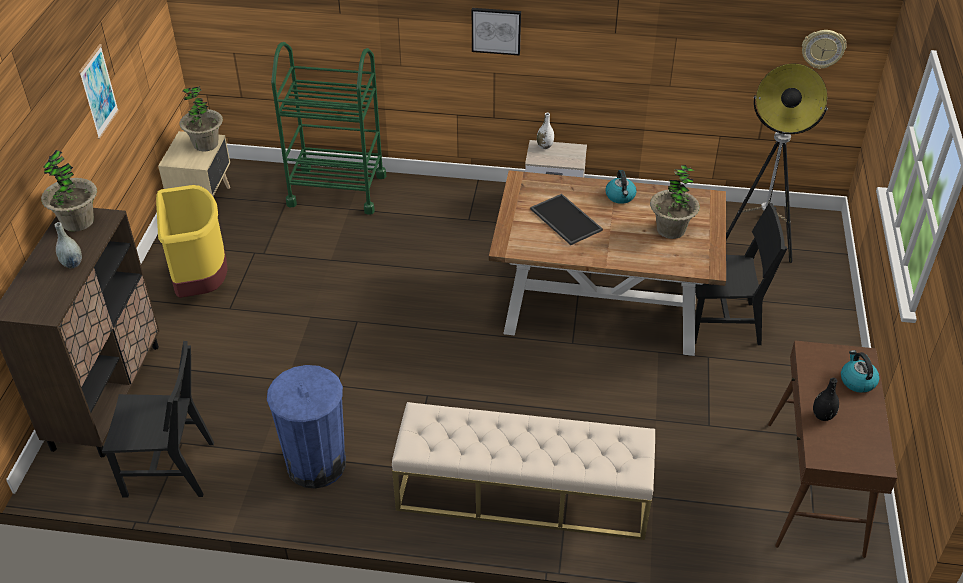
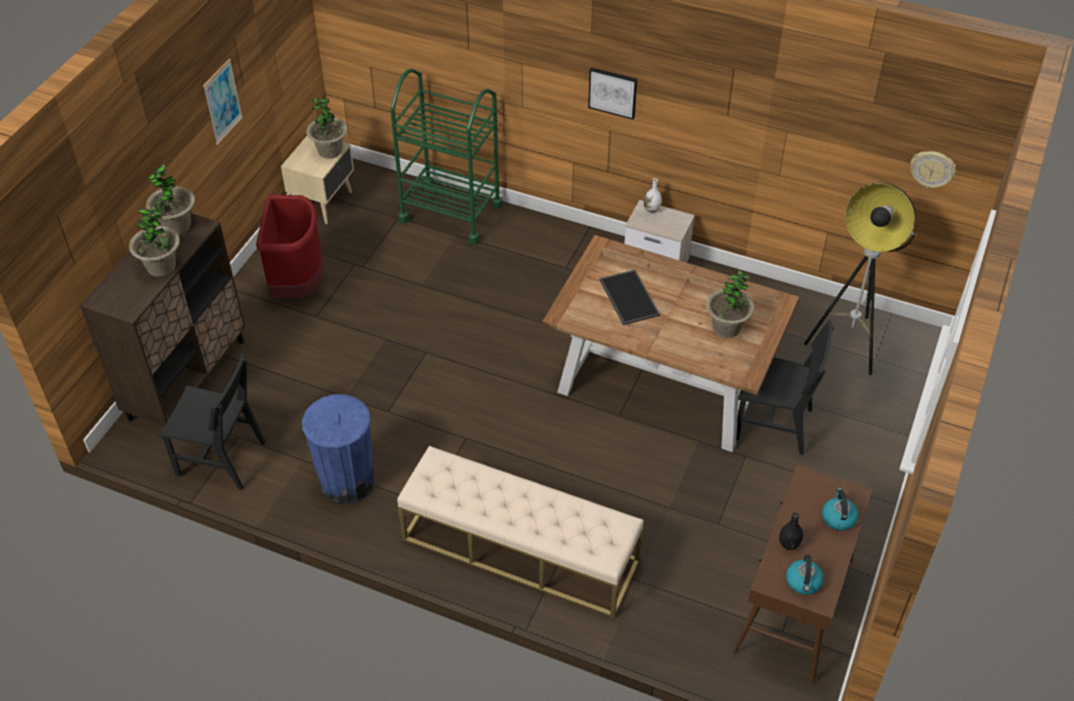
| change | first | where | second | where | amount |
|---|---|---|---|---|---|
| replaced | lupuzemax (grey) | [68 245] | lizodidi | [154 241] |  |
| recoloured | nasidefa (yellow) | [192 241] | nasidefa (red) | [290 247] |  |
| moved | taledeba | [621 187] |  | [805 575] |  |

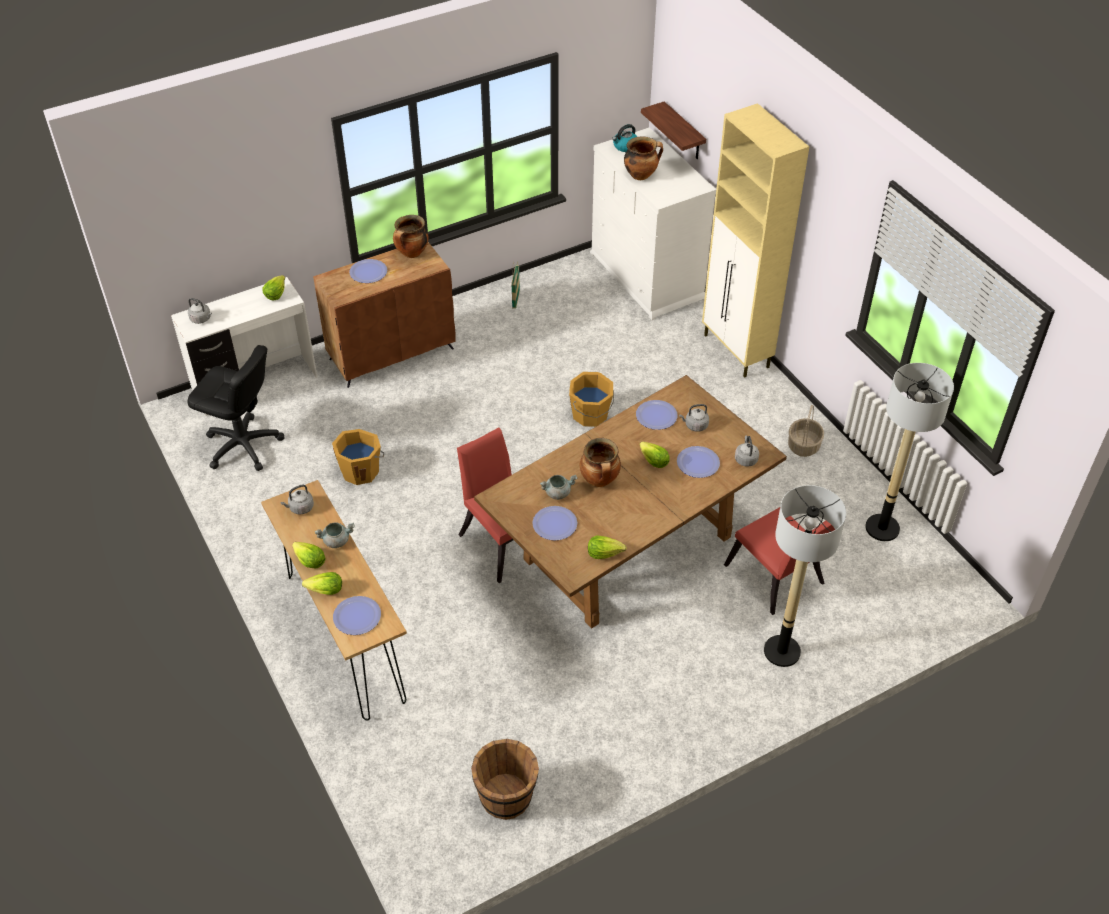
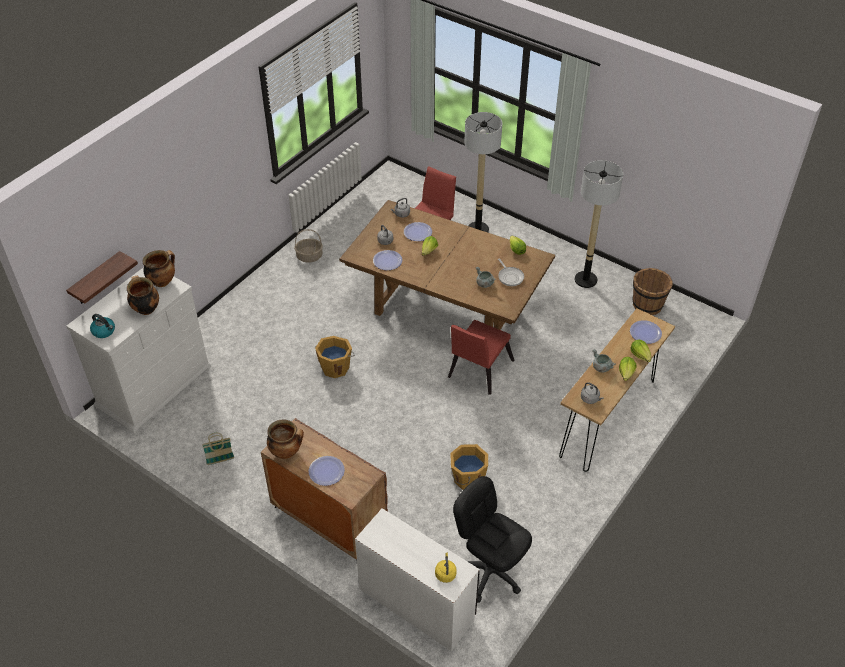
| change | first | where | second | where | amount |
|---|---|---|---|---|---|
| moved | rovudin | [600 462] |  | [159 268] |  |
| recoloured | taledeba (grey) | [200 311] | taledeba (yellow) | [446 568] |  |
| turned | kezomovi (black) | [236 408] |  | [492 539] | 45 degrees counterclockwise |
| replaced | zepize | [554 523] | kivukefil | [511 272] |  |
| moved | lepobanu | [909 452] |  | [599 224] |  |
| removed | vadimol | [273 287] |  |  |  |
| removed | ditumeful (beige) | [756 240] |  |  |  |

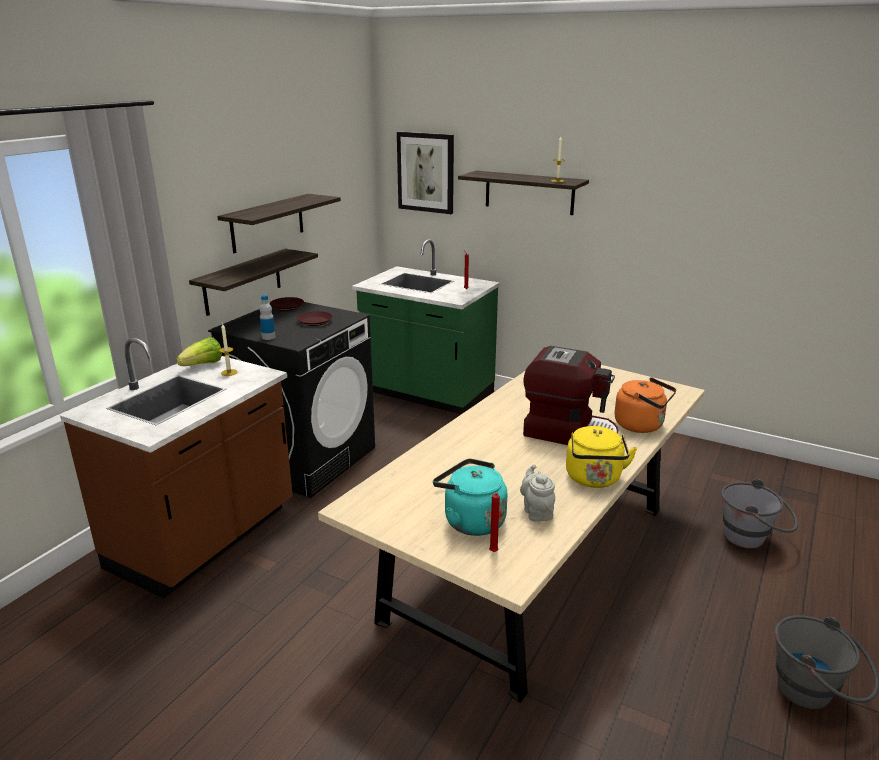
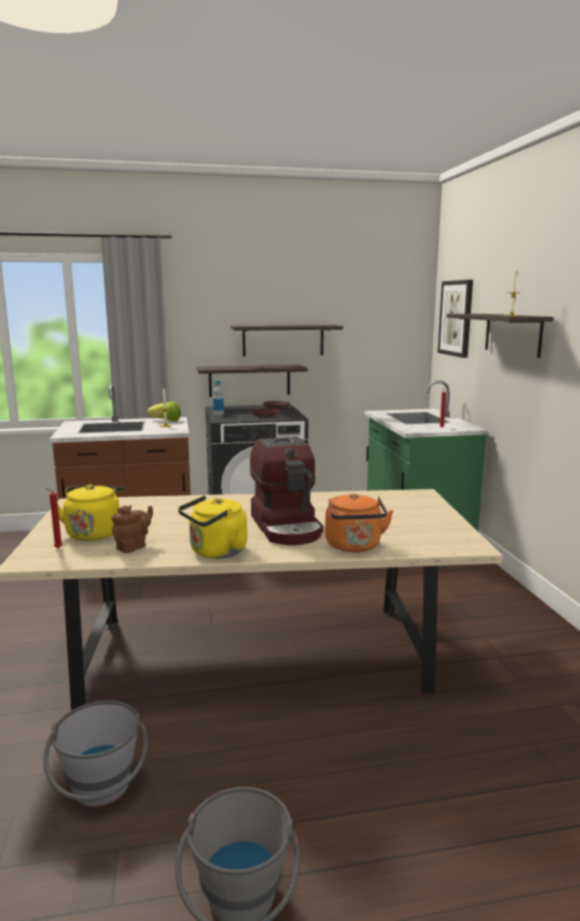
| change | first | where | second | where | amount |
|---|---|---|---|---|---|
| moved | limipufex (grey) | [759 514] |  | [95 753] |  |
| recoloured | taledeba (turquoise) | [470 497] | taledeba (yellow) | [91 512] |  |
| recoloured | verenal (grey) | [537 493] | verenal (brown) | [132 529] |  |

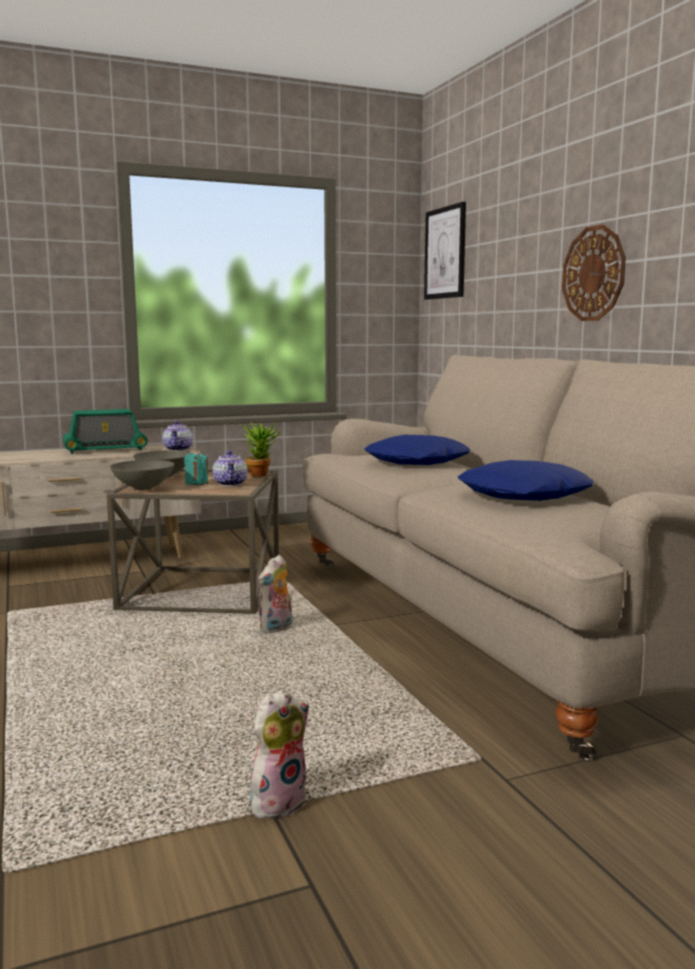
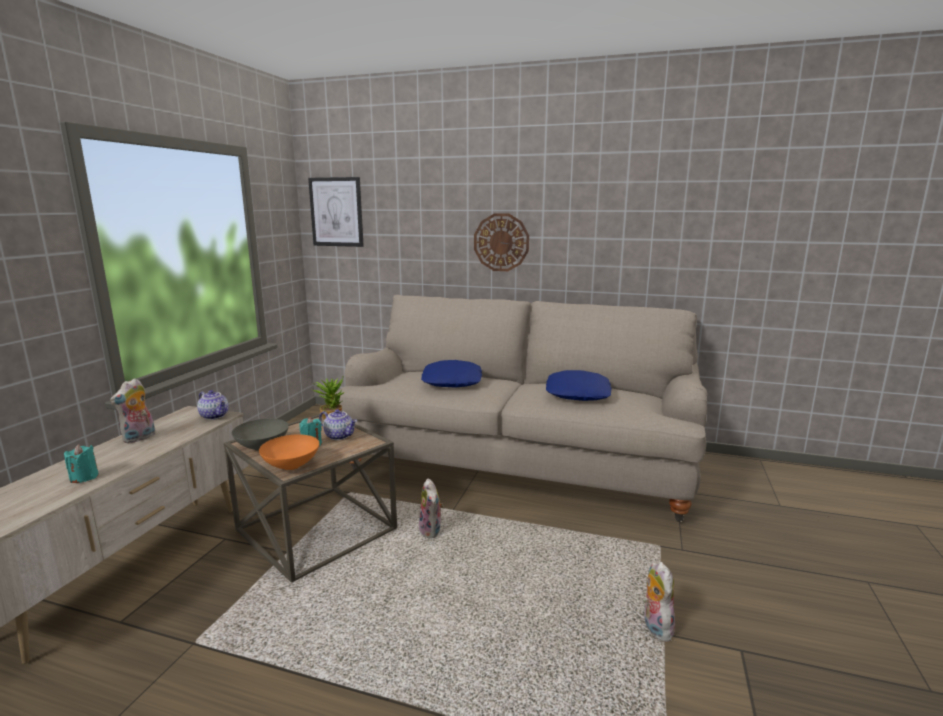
| change | first | where | second | where | amount |
|---|---|---|---|---|---|
| added |  |  | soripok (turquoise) | [81 463] |  |
| replaced | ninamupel | [105 431] | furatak | [132 410] |  |
| recoloured | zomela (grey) | [142 475] | zomela (orange) | [289 452] |  |

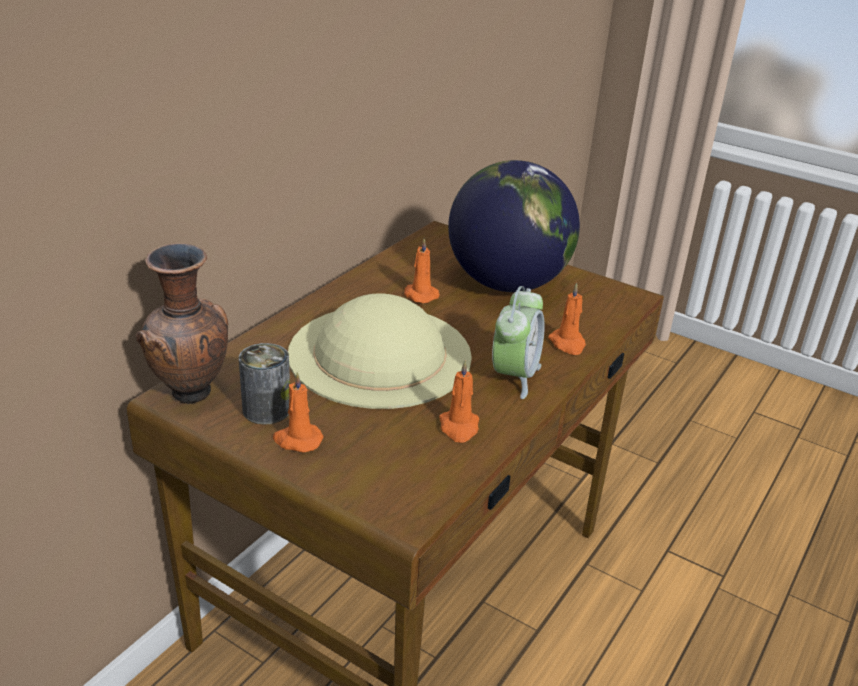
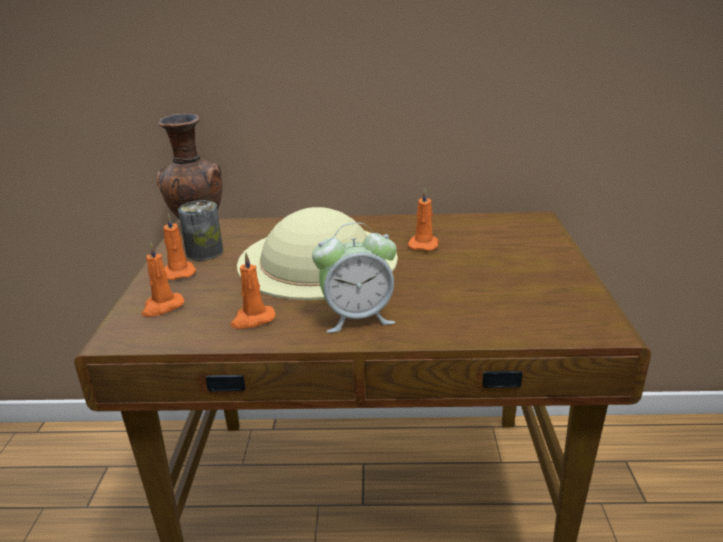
| change | first | where | second | where | amount |
|---|---|---|---|---|---|
| moved | soripok (orange) | [567 319] |  | [163 279] |  |
| removed | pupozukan | [514 226] |  |  |  |

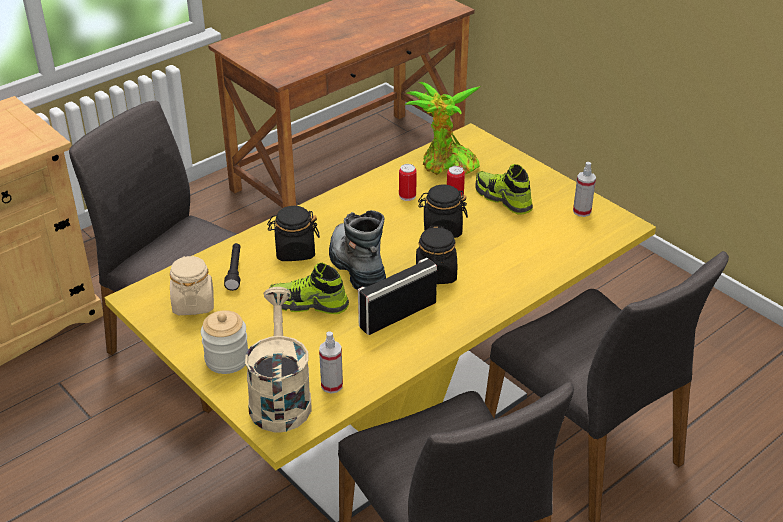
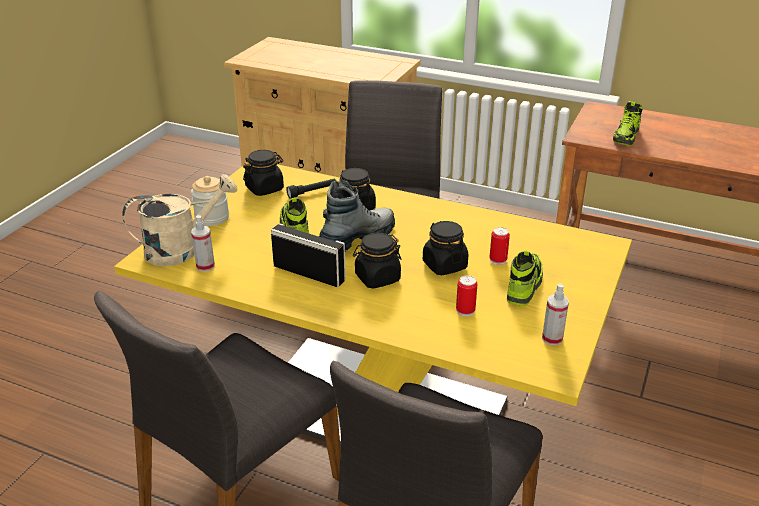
| change | first | where | second | where | amount |
|---|---|---|---|---|---|
| recoloured | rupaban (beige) | [192 285] | rupaban (black) | [263 173] |  |
| moved | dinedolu | [408 182] |  | [466 296] |  |
| added |  |  | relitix | [628 123] |  |
| removed | lizodidi | [442 128] |  |  |  |

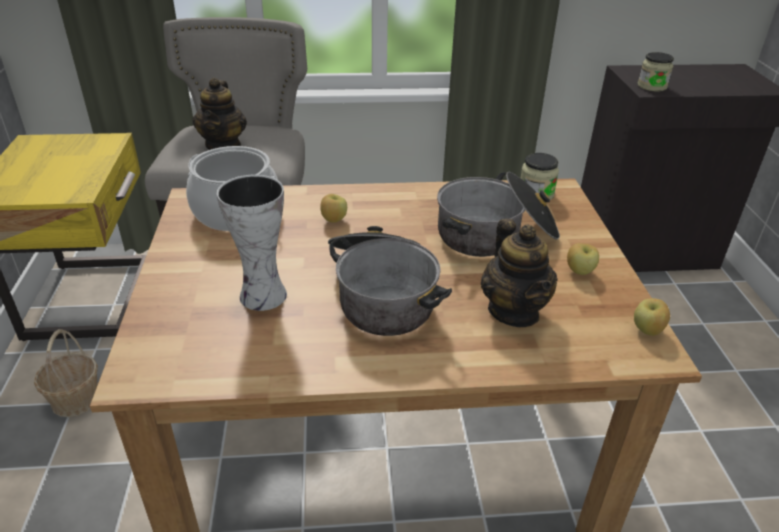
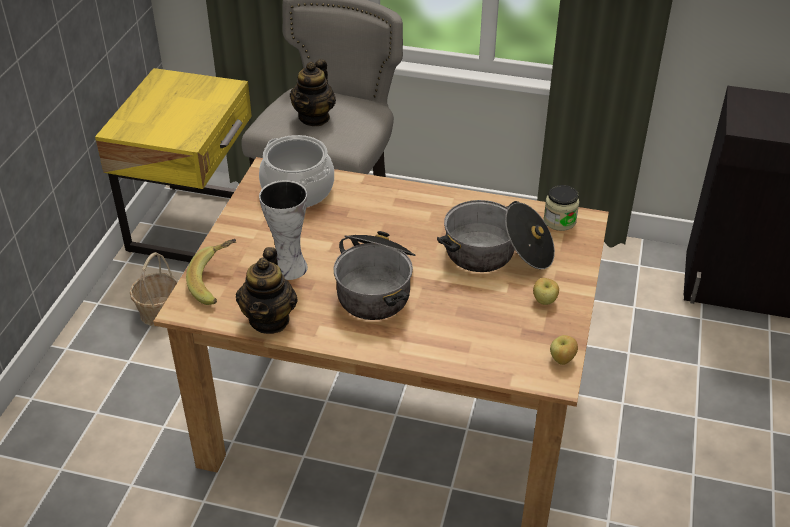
| change | first | where | second | where | amount |
|---|---|---|---|---|---|
| added |  |  | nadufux | [211 272] |  |
| moved | verenal | [519 273] |  | [266 290] |  |
| removed | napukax | [333 208] |  |  |  |
| removed | rupaban | [656 71] |  |  |  |

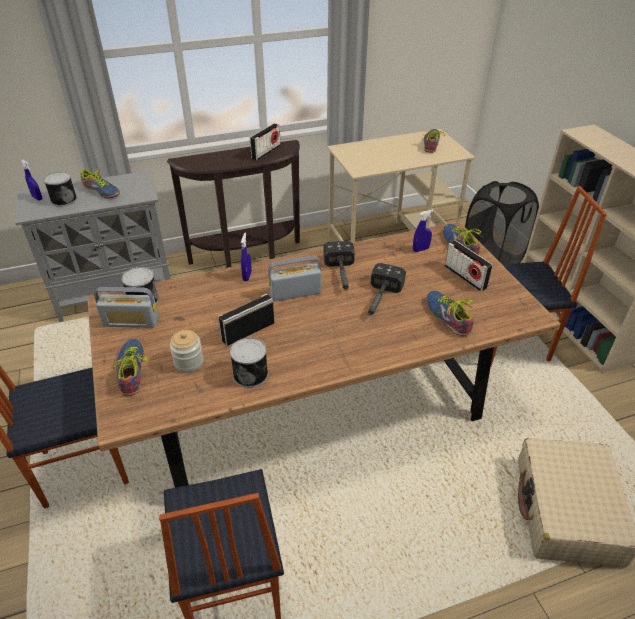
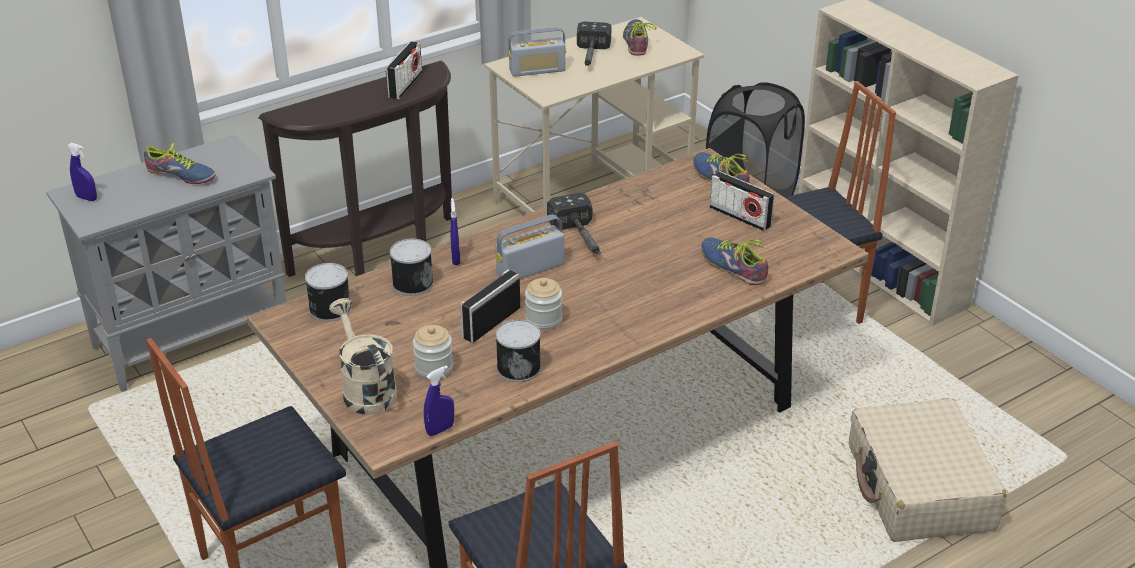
| change | first | where | second | where | amount |
|---|---|---|---|---|---|
| replaced | relitix | [129 367] | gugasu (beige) | [363 356] |  |
| moved | dinedolu | [60 189] |  | [411 267] |  |
| moved | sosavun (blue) | [423 231] |  | [439 400] |  |
| moved | ninamupel | [126 307] |  | [537 52] |  |
| added |  |  | rupaban | [543 304] |  |
| moved | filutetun | [387 289] |  | [594 44] |  |

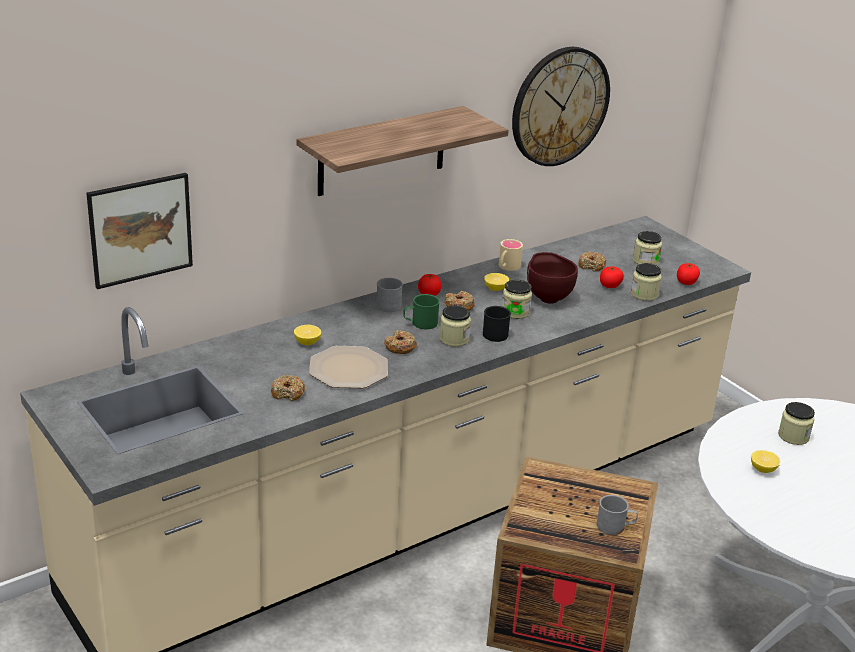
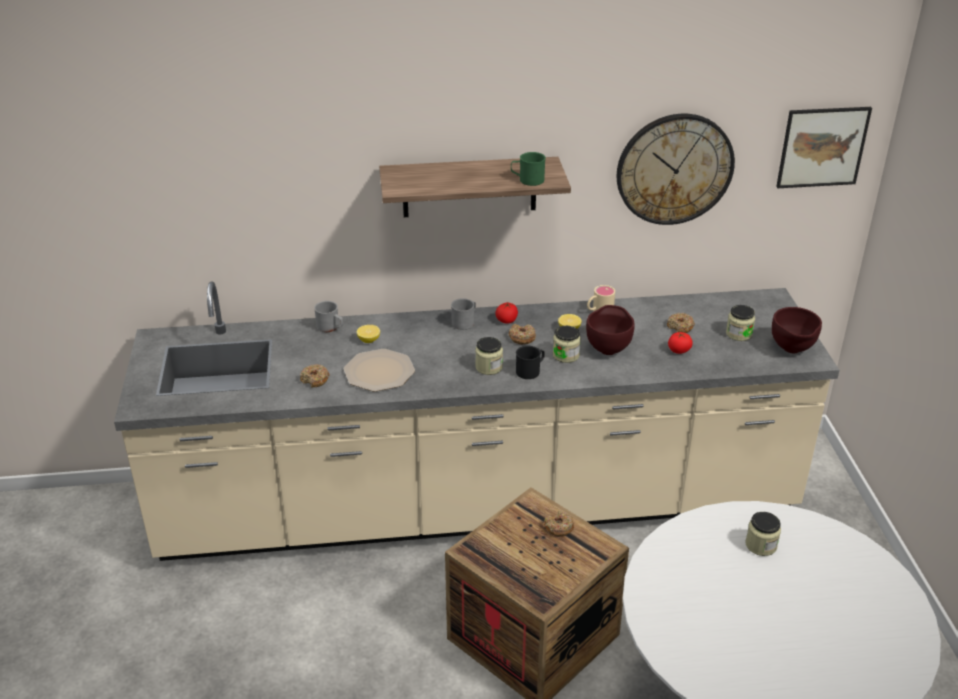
| change | first | where | second | where | amount |
|---|---|---|---|---|---|
| moved | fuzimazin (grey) | [617 515] |  | [328 316] |  |
| moved | fuzimazin (green) | [421 311] |  | [528 169] |  |
| moved | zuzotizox | [400 342] |  | [559 523] |  |
| added |  |  | zomela (brown) | [797 330] |  |
| moved | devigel | [139 231] |  | [824 147] |  |
| removed | rupaban | [646 282] |  |  |  |
| removed | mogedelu | [688 274] |  |  |  |
| removed | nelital | [765 461] |  |  |  |

